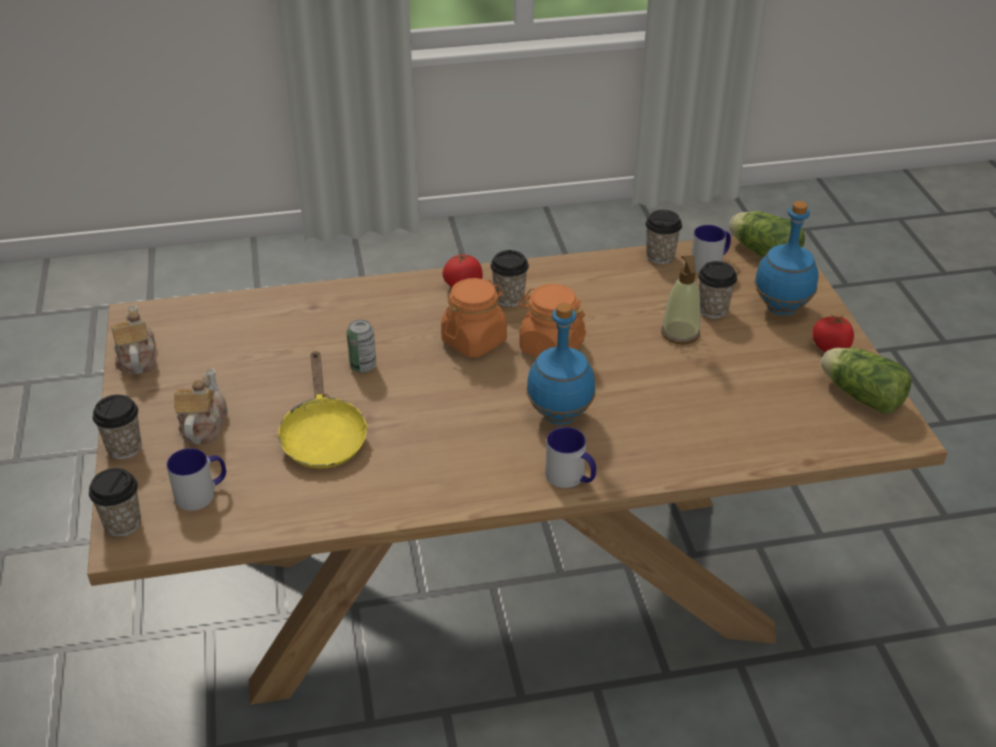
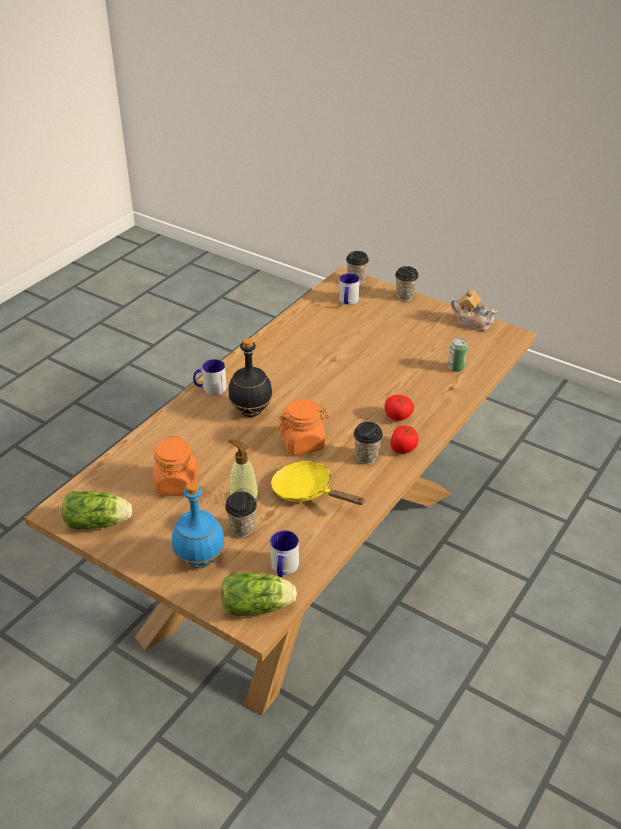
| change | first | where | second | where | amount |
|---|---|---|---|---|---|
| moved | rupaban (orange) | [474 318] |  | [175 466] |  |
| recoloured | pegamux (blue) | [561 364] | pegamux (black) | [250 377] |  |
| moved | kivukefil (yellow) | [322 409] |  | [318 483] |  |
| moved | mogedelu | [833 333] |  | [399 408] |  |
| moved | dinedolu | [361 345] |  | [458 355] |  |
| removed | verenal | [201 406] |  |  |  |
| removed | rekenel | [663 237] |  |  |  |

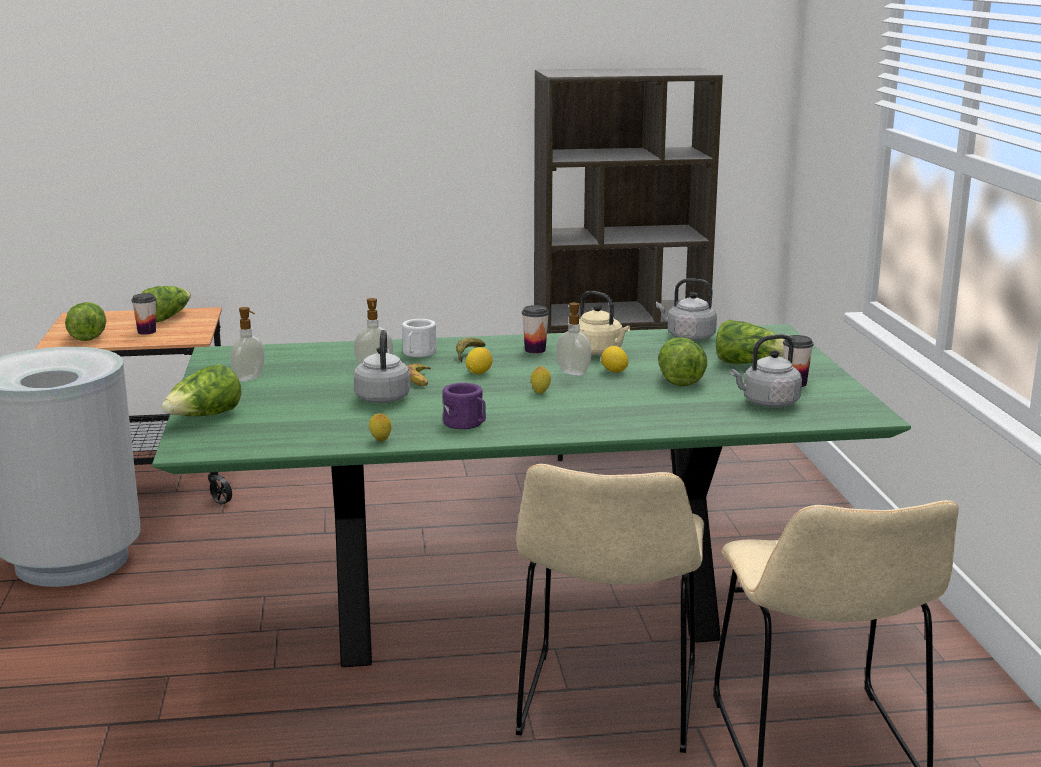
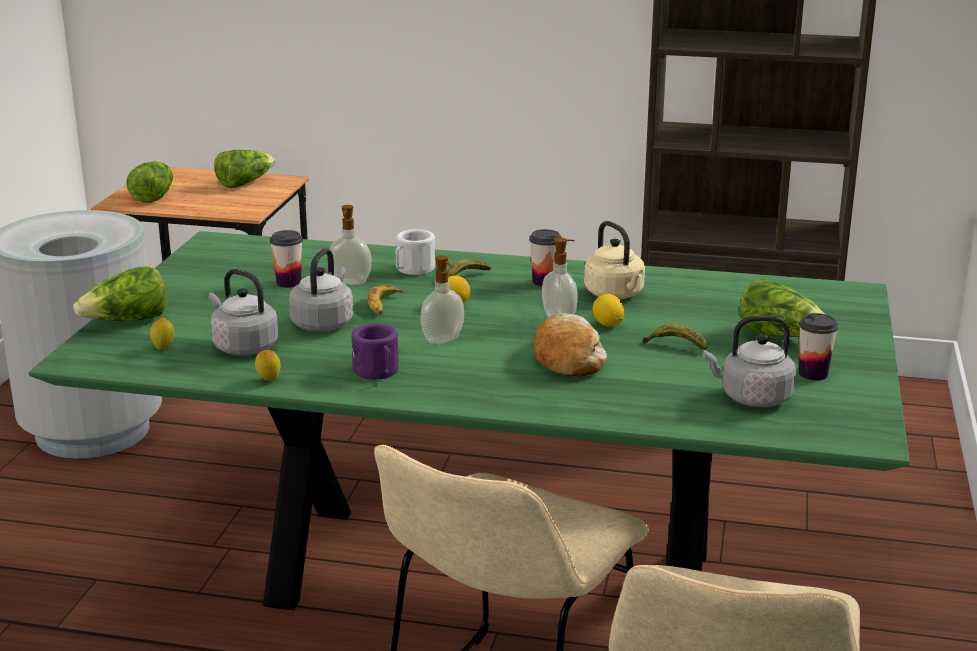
| change | first | where | second | where | amount |
|---|---|---|---|---|---|
| moved | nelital | [541 380] |  | [162 333] |  |
| moved | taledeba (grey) | [686 309] |  | [243 312] |  |
| moved | rekenel | [143 314] |  | [286 259] |  |
| moved | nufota | [248 344] |  | [442 299] |  |
| added |  |  | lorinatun | [570 345] |  |
| replaced | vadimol | [682 361] | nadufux | [675 337] |  |

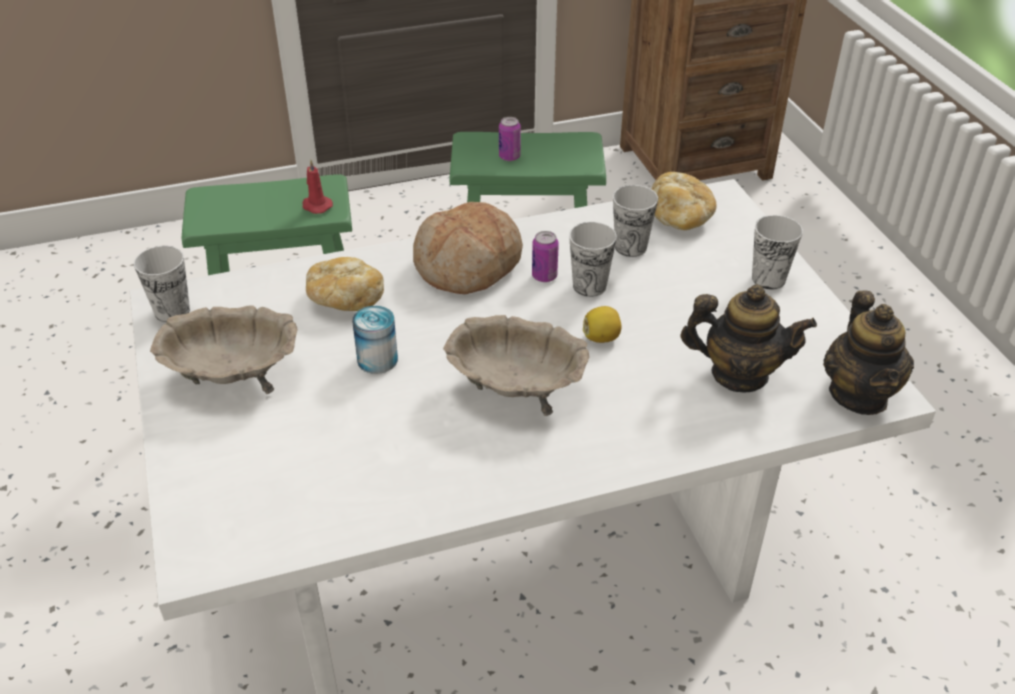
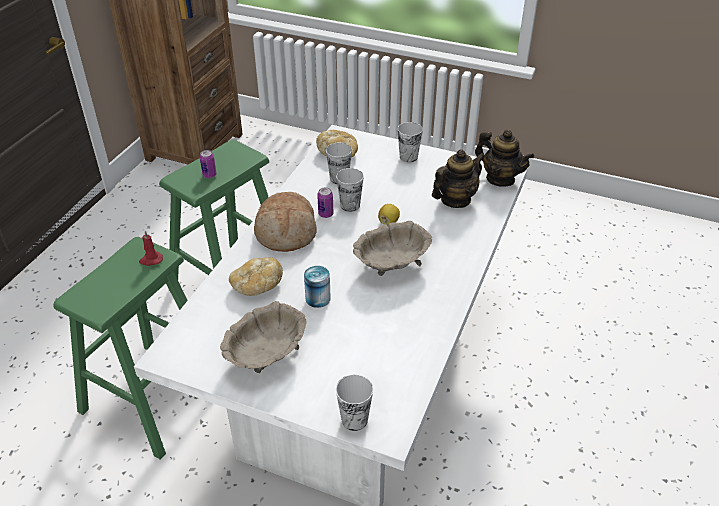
| change | first | where | second | where | amount |
|---|---|---|---|---|---|
| moved | rekenel | [162 284] |  | [354 403] |  |

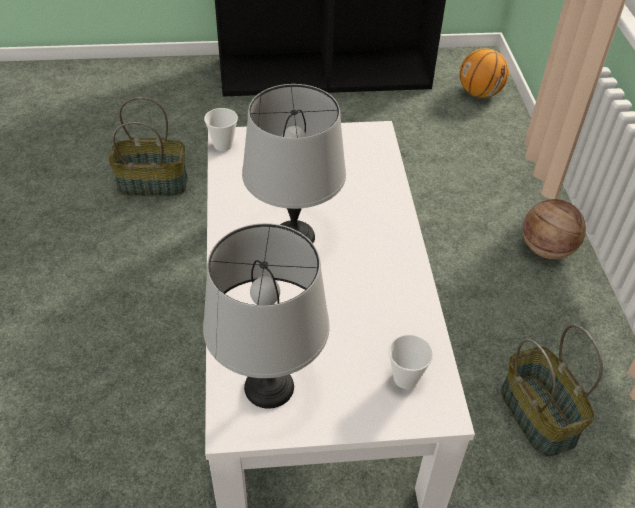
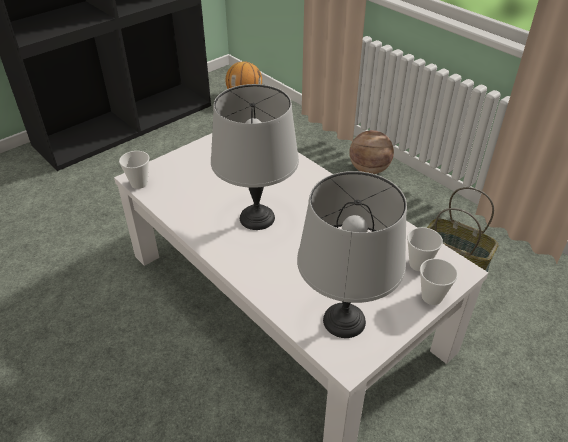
| change | first | where | second | where | amount |
|---|---|---|---|---|---|
| added |  |  | rekenel | [439 281] |  |
| removed | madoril | [148 146] |  |  |  |

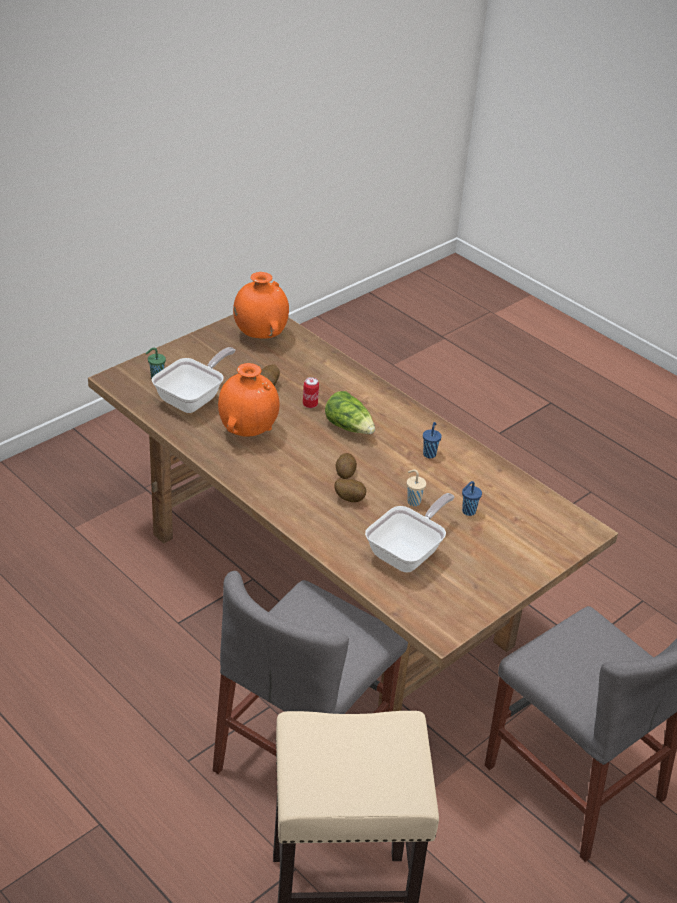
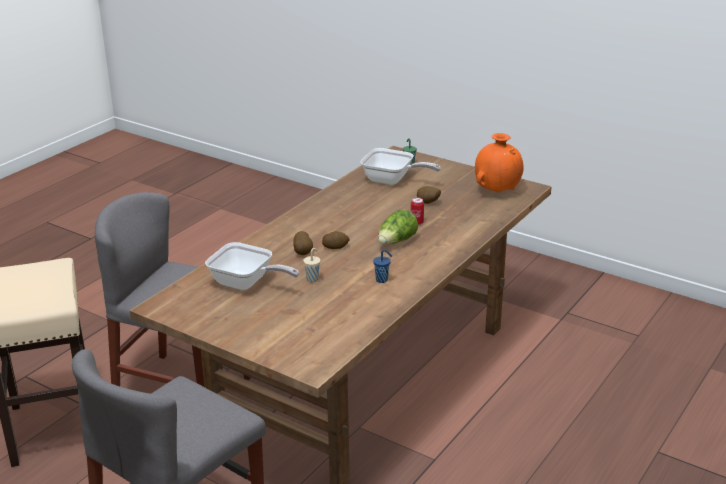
| change | first | where | second | where | amount |
|---|---|---|---|---|---|
| removed | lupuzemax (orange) | [248 400] |  |  |  |
| removed | rekenel (blue) | [472 498] |  |  |  |

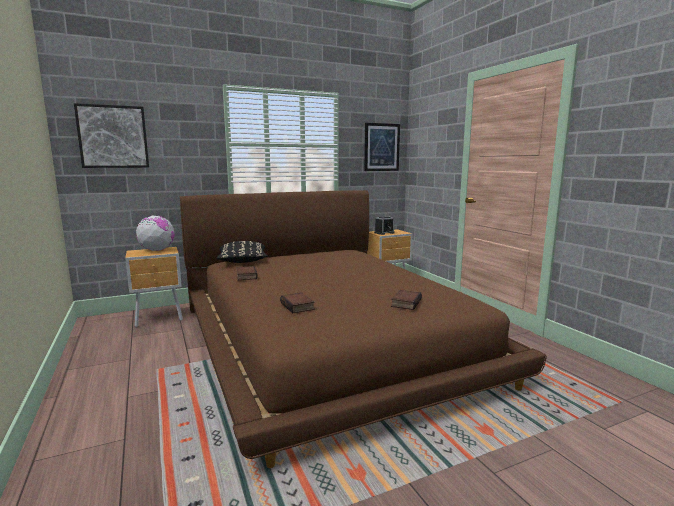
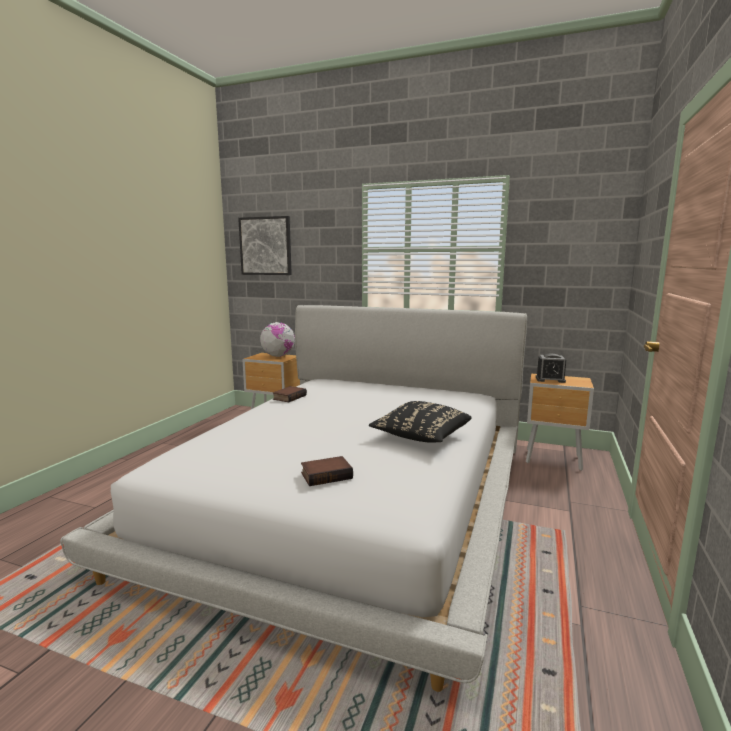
| change | first | where | second | where | amount |
|---|---|---|---|---|---|
| recoloured | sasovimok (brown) | [363 329] | sasovimok (white) | [293 498] |  |
| moved | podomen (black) | [242 252] |  | [420 422] |  |
| removed | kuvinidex | [297 303] |  |  |  |
| removed | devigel | [382 147] |  |  |  |

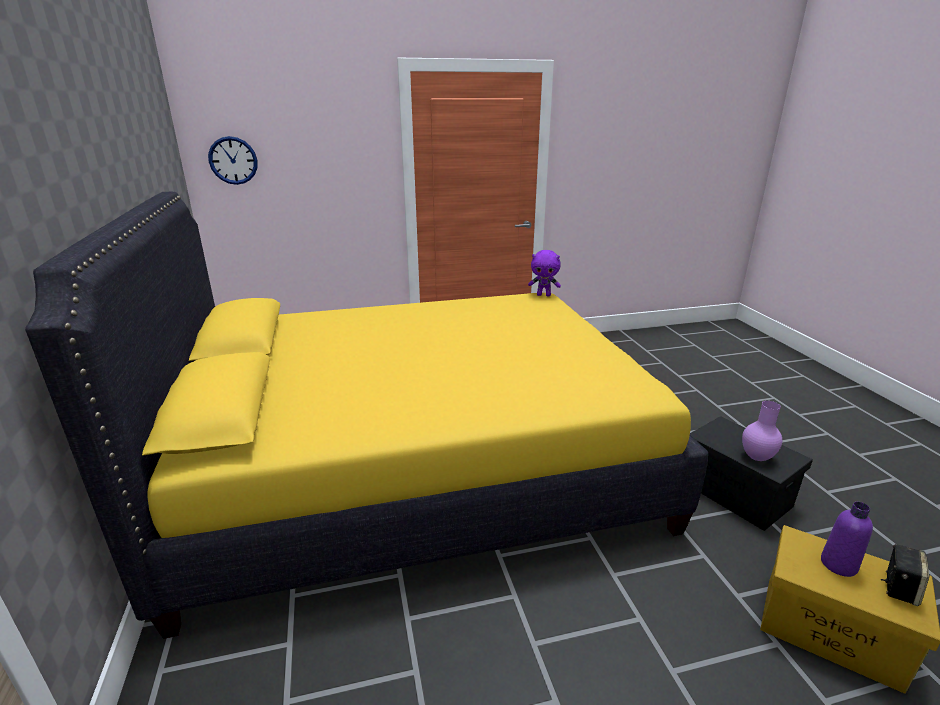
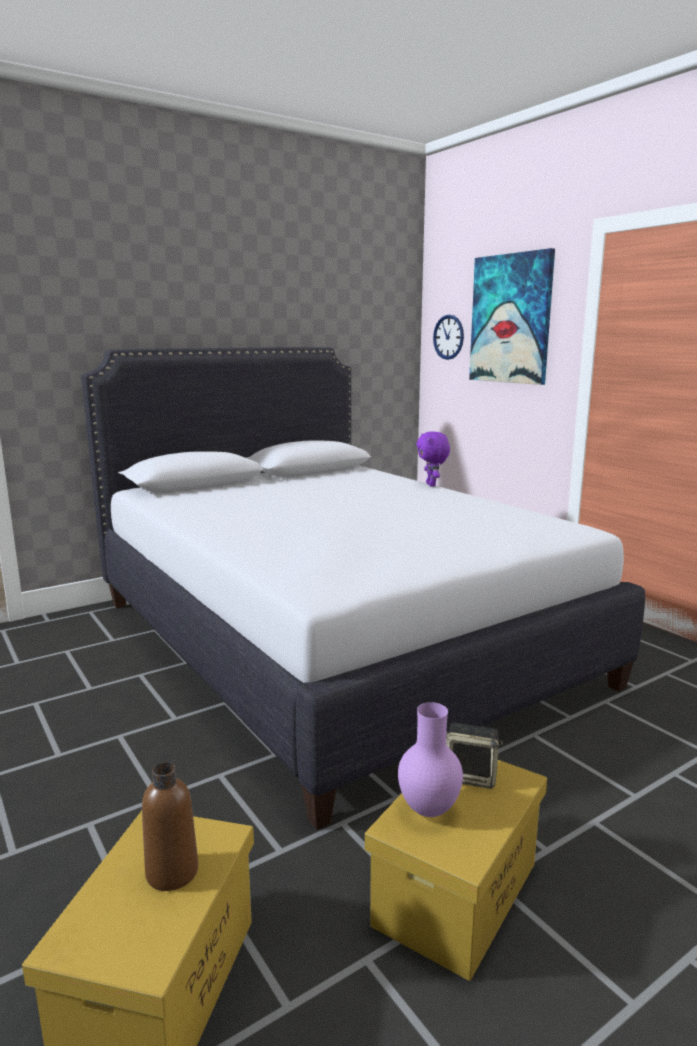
| change | first | where | second | where | amount |
|---|---|---|---|---|---|
| recoloured | sasovimok (yellow) | [366 415] | sasovimok (white) | [363 588] |  |
| recoloured | pegamux (purple) | [847 539] | pegamux (brown) | [170 826] |  |
| recoloured | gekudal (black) | [751 473] | gekudal (yellow) | [456 870] |  |
| moved | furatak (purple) | [544 273] |  | [433 459] |  |
| moved | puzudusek | [905 575] |  | [474 756] |  |
| added |  |  | devigel | [512 316] |  |

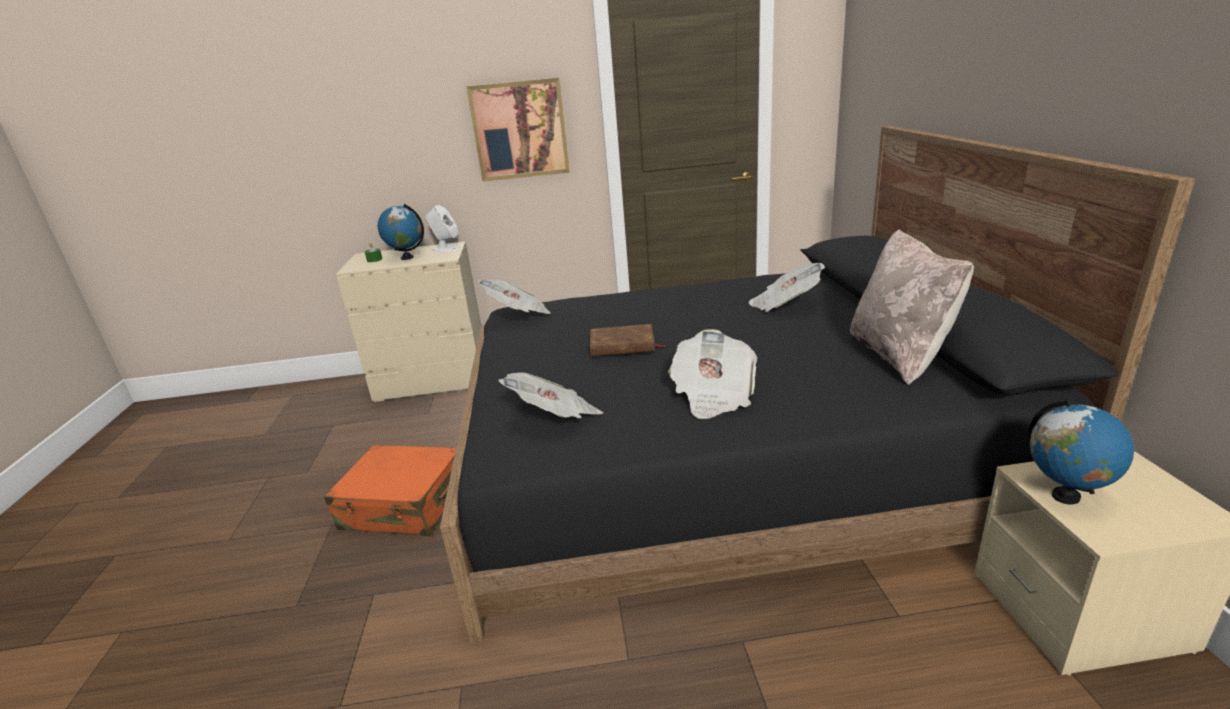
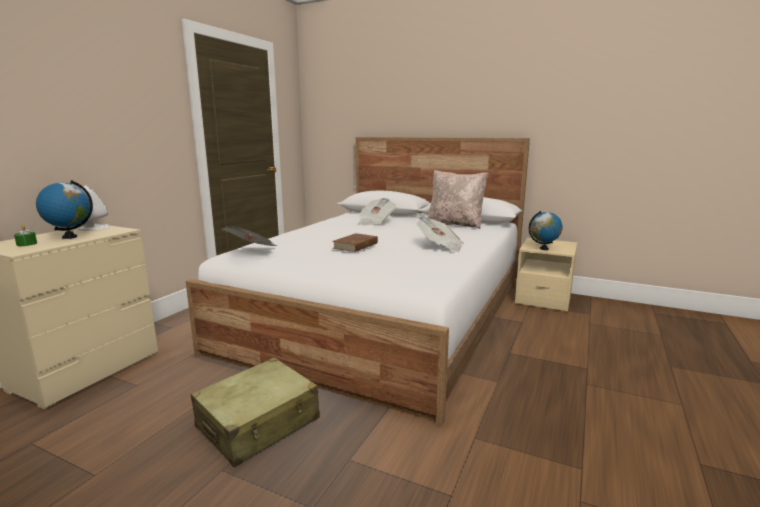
| change | first | where | second | where | amount |
|---|---|---|---|---|---|
| recoloured | sasovimok (black) | [817 384] | sasovimok (white) | [358 282] |  |
| recoloured | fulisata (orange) | [390 490] | fulisata (beige) | [255 412] |  |
| removed | devigel | [518 130] |  |  |  |
| removed | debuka | [550 395] |  |  |  |

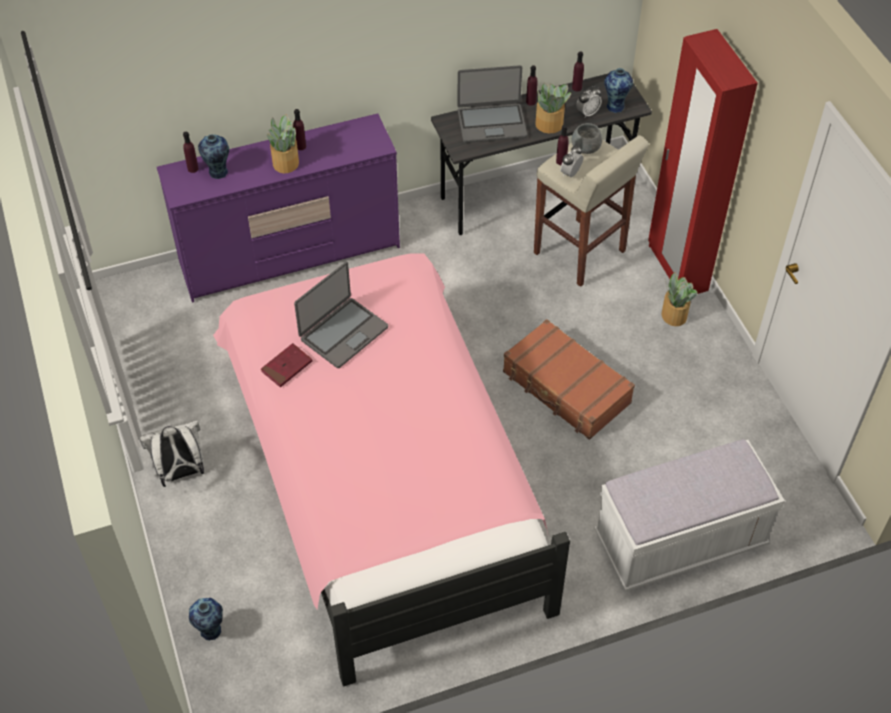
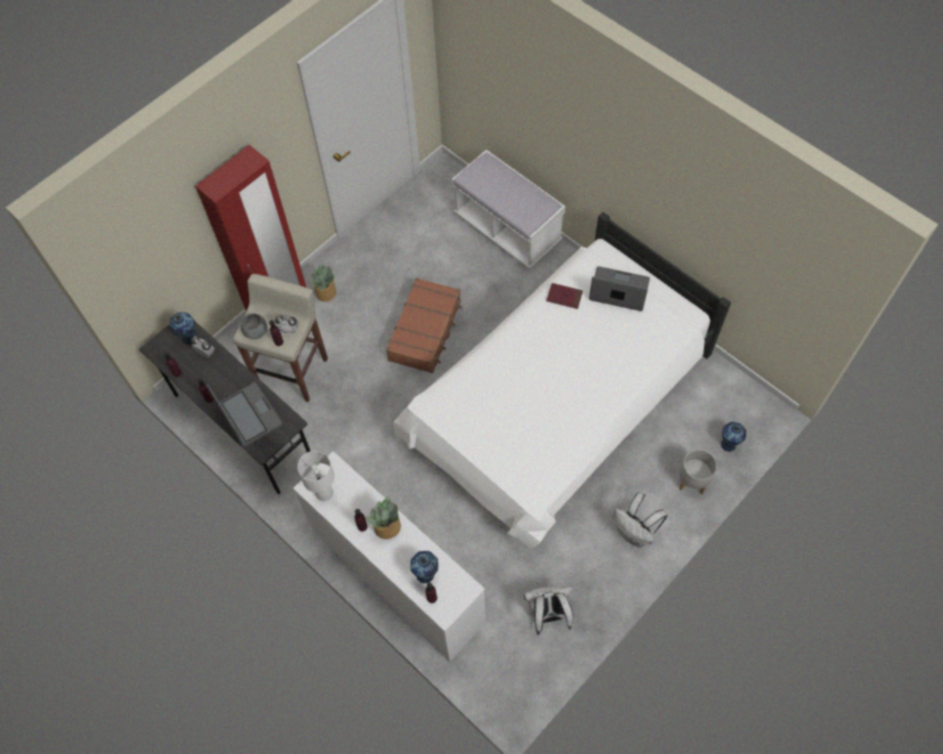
| change | first | where | second | where | amount |
|---|---|---|---|---|---|
| recoloured | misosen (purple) | [278 207] | misosen (white) | [389 556] |  |
| added |  |  | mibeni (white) | [315 476] |  |
| recoloured | sasovimok (pink) | [391 470] | sasovimok (white) | [562 380] |  |
| added |  |  | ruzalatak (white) | [548 610] |  |
| moved | kuvinidex (red) | [287 365] |  | [565 296] |  |
| moved | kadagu | [341 315] |  | [619 288] |  |
| added |  |  | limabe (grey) | [698 472] |  |
| removed | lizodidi | [553 108] |  |  |  |

